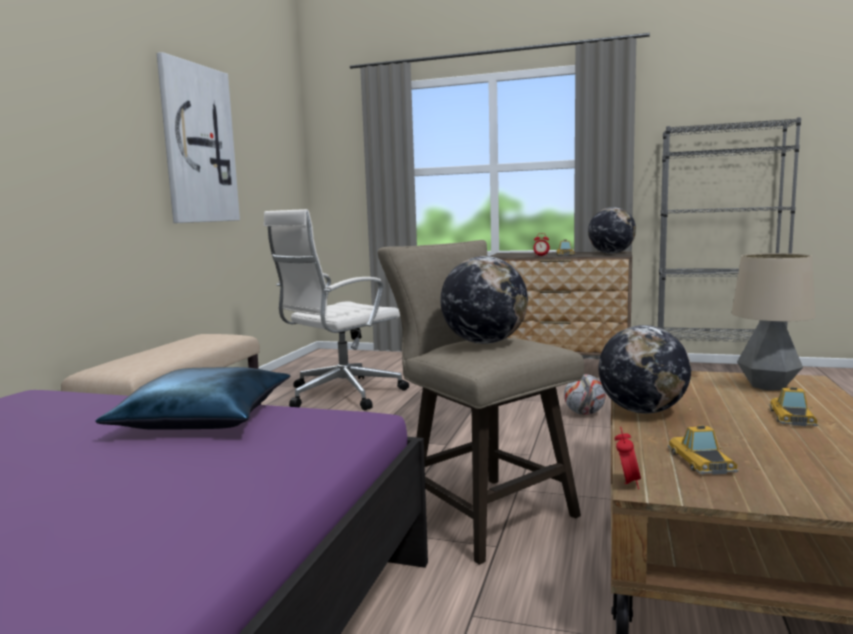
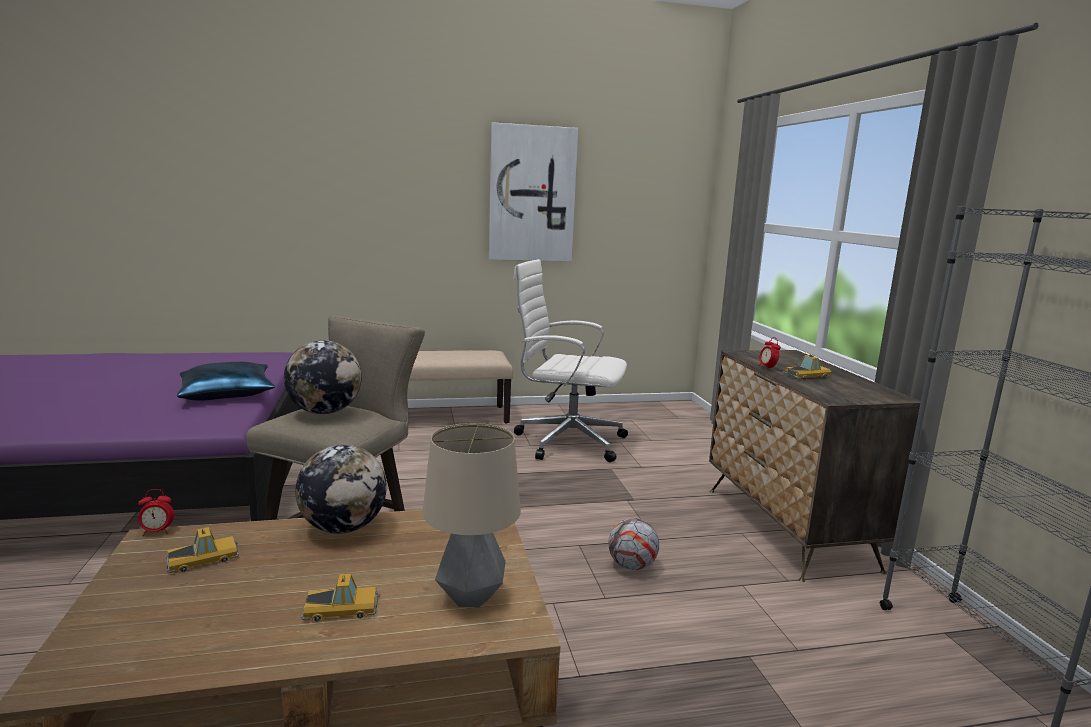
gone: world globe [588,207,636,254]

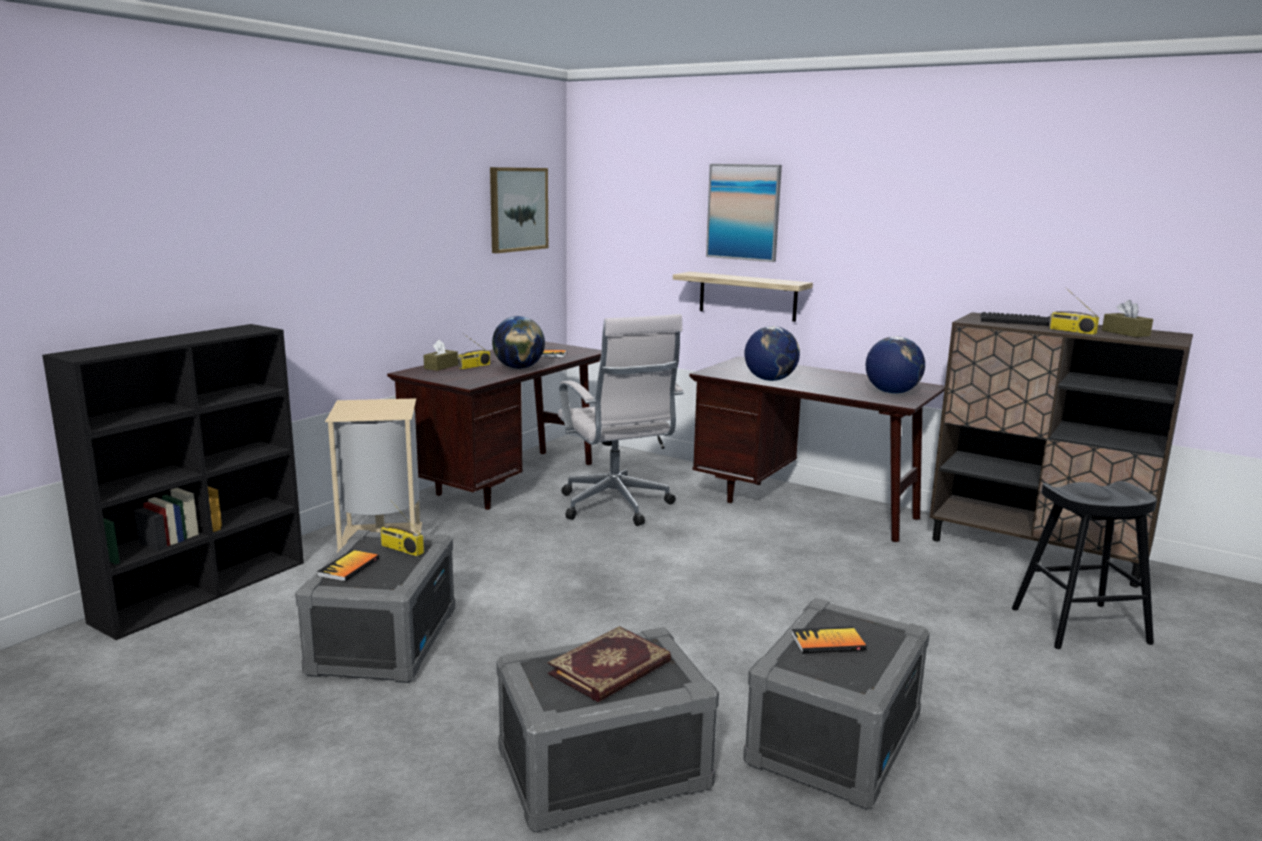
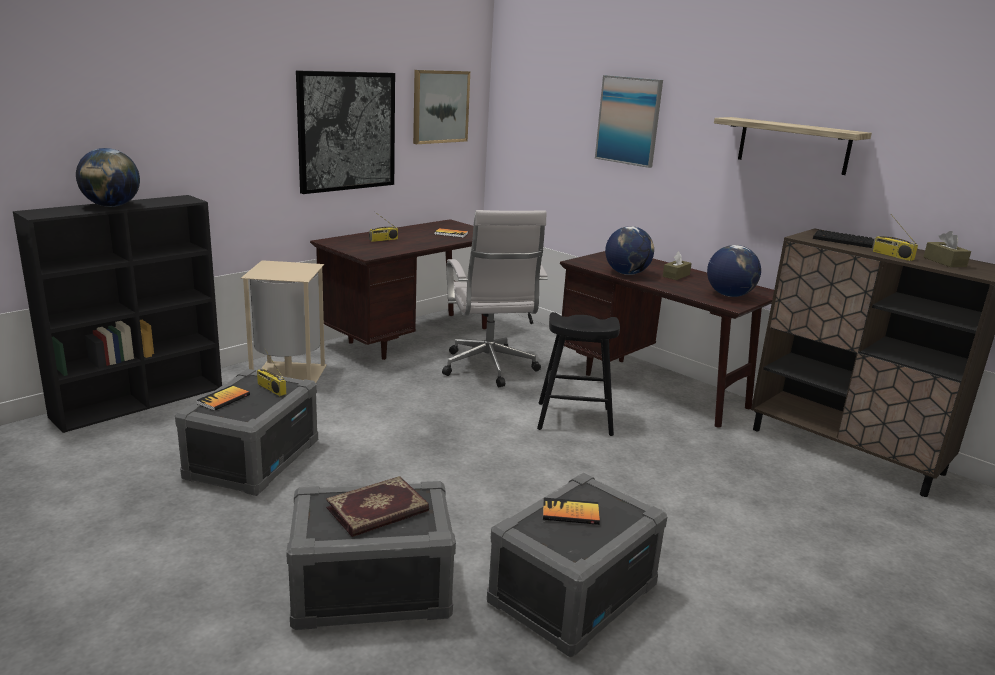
new: wall picture [296,70,395,194]
shifted: world globe [492,316,545,369] to [76,148,140,207]; black-coloured stool seat [1012,481,1157,649] to [537,312,620,436]; brown-coloured tissue holder [424,340,458,371] to [663,252,692,280]; shelf [673,272,813,322] to [714,117,872,175]

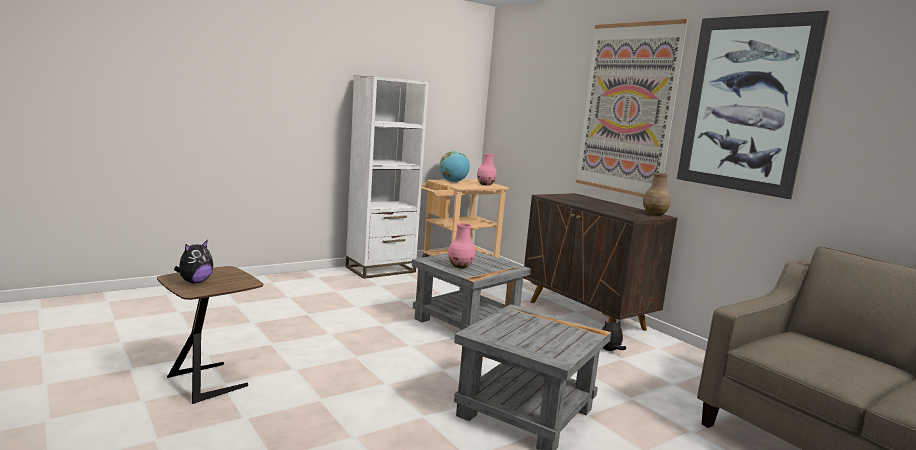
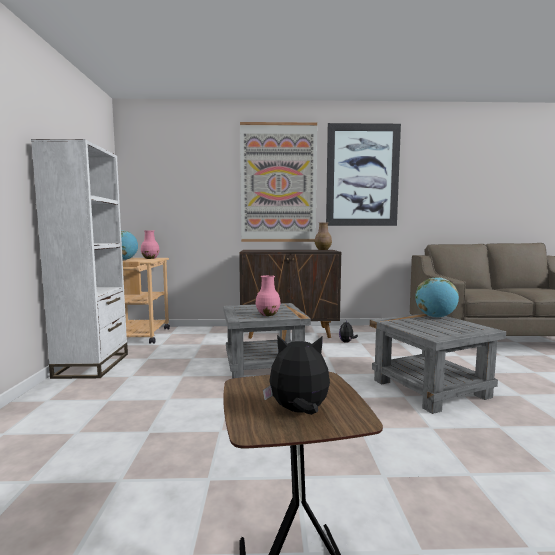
new: world globe [415,277,459,318]
rotated: cuddly toy [174,240,213,283] = [263,335,330,415] 60 degrees counterclockwise

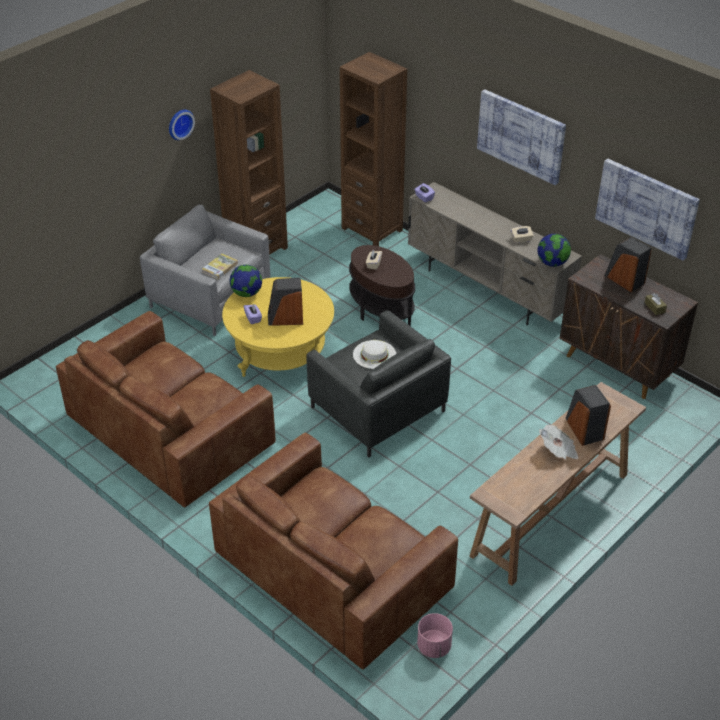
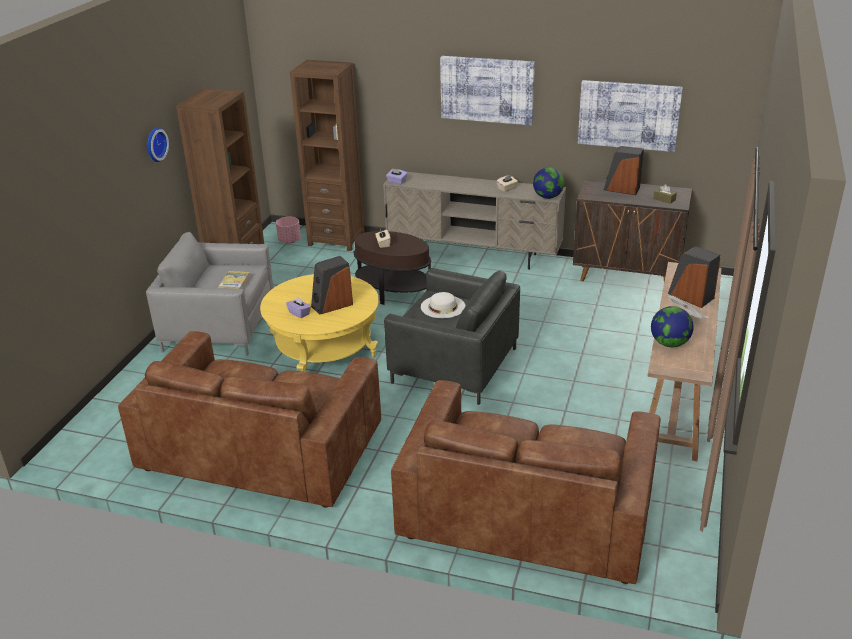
shifted: pink-coloured plant pot [417,613,453,658] to [276,217,301,244]; world globe [230,265,262,297] to [651,306,693,347]

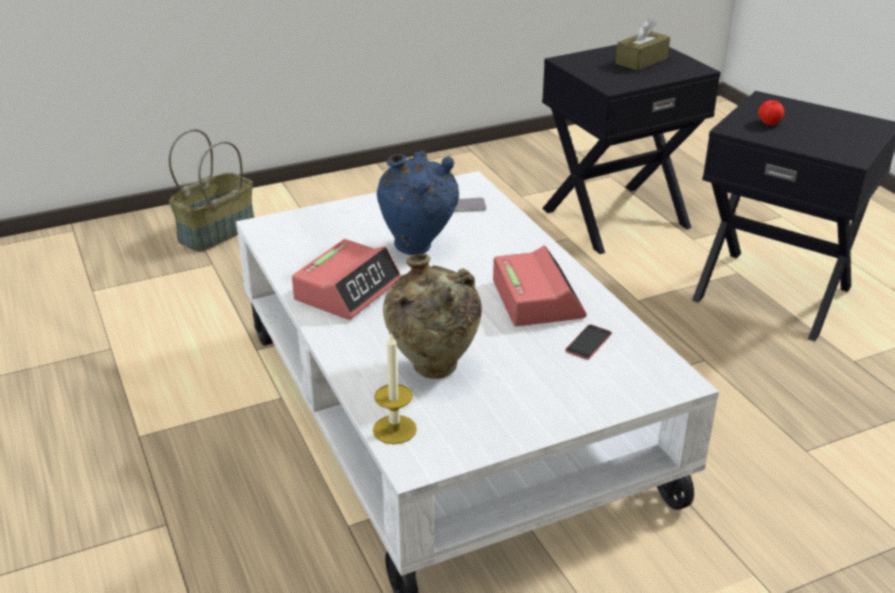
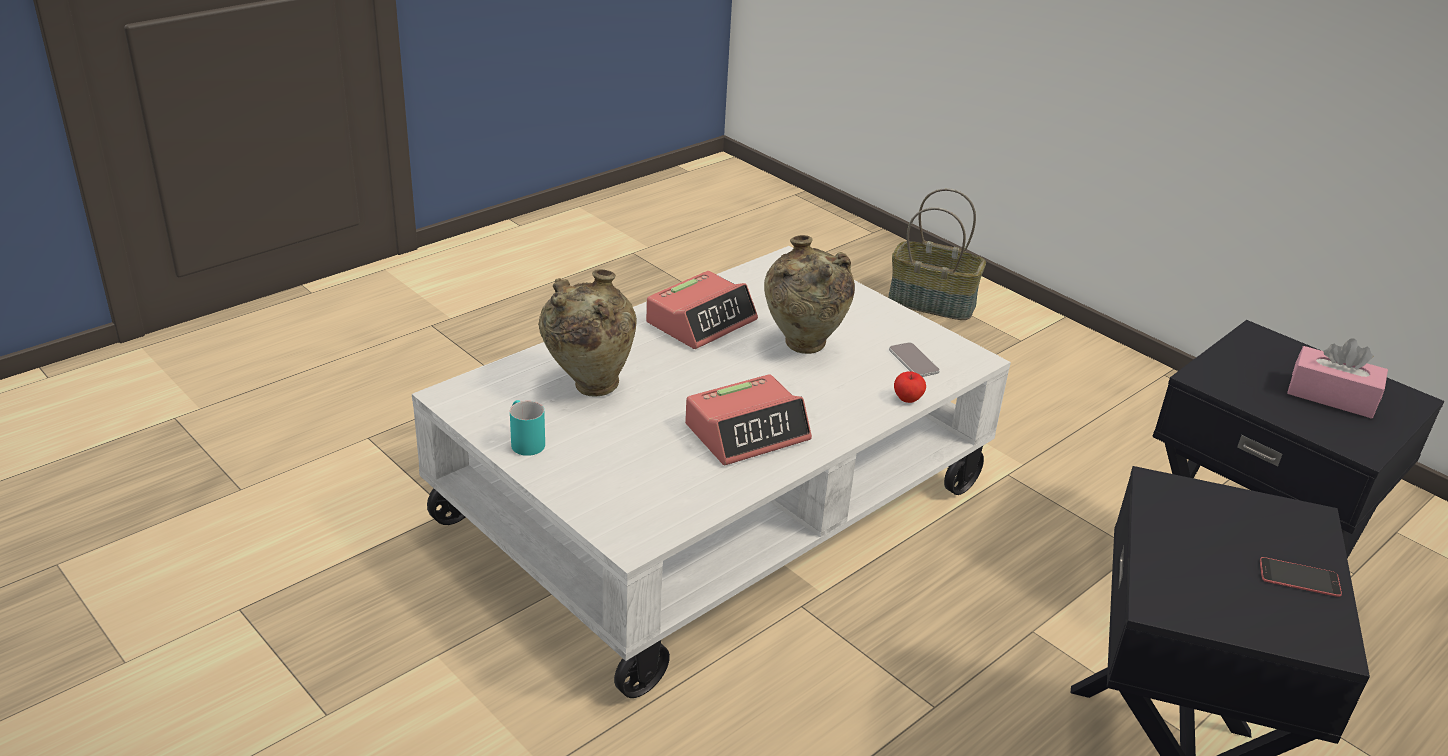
gone: wax candle [373,333,417,444]
new: blue-green mug [510,400,545,456]
shifted: apple [758,100,784,125] to [894,371,926,403]; handset [565,325,612,360] to [1260,557,1342,597]
repainted: bluish flower vase [377,150,459,255] to beige-coloured flower vase [764,235,855,354]; brown-coloured tissue holder [616,18,670,71] to pink-coloured tissue holder [1287,339,1388,418]
rotated: bedside clock [292,239,401,320] = [646,271,758,349] 60 degrees counterclockwise

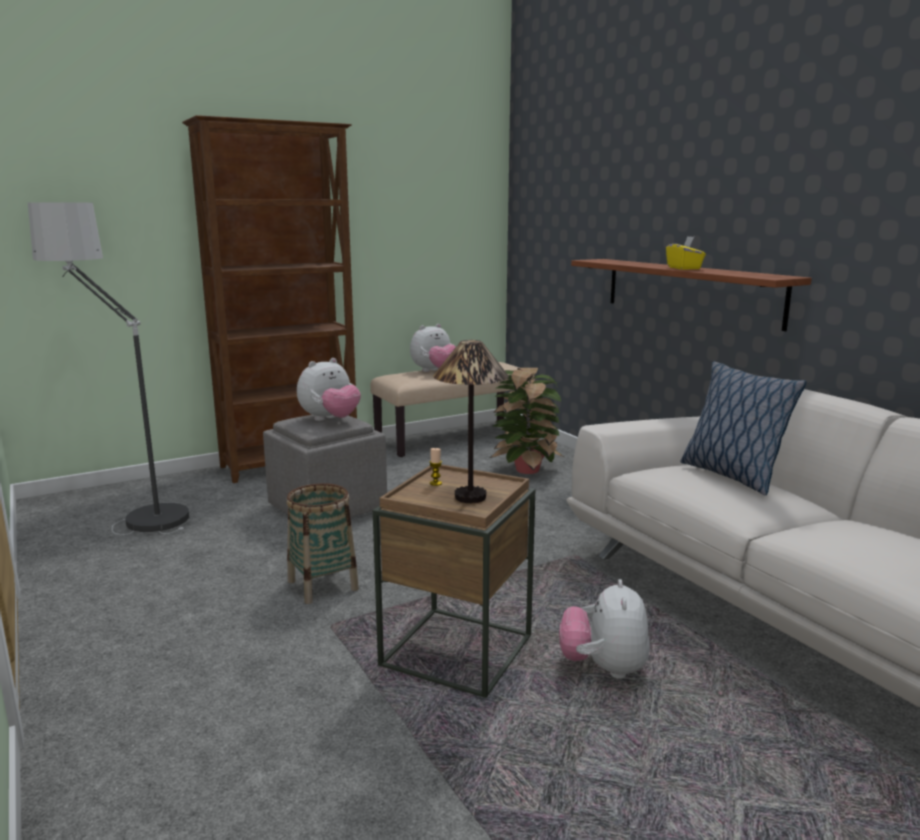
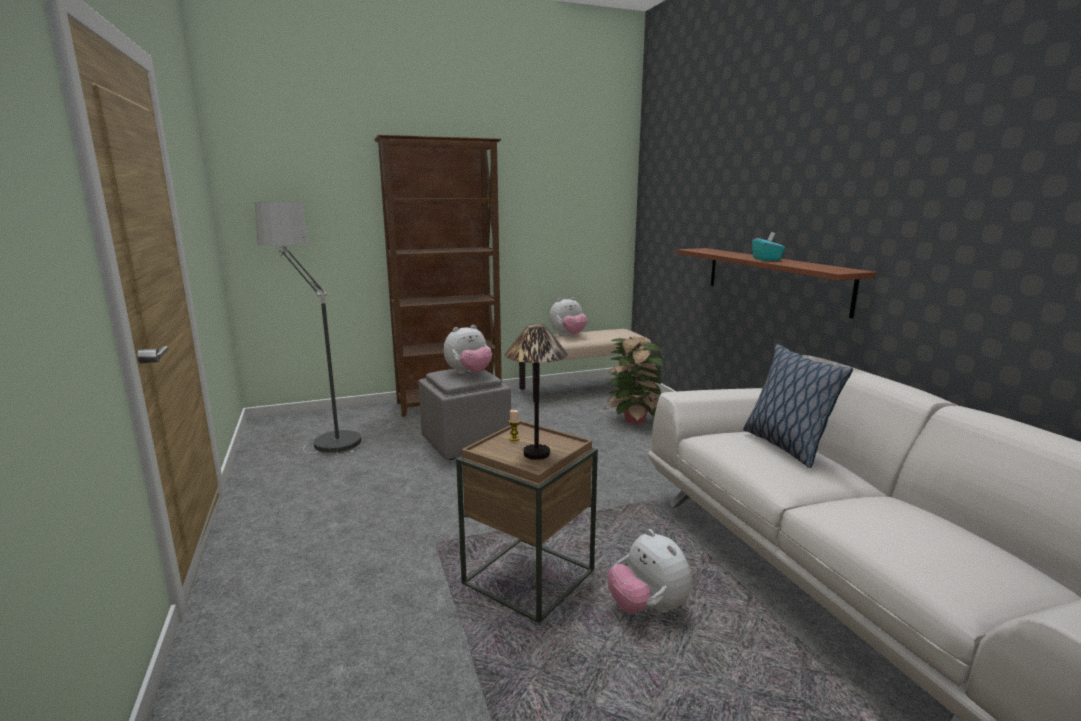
gone: storage basket [286,483,359,604]
repainted: yellowish tissue holder [666,237,706,269] to blue-green tissue holder [752,232,785,261]
rotated: cuddly toy [559,579,650,678] = [608,529,691,614] 45 degrees counterclockwise

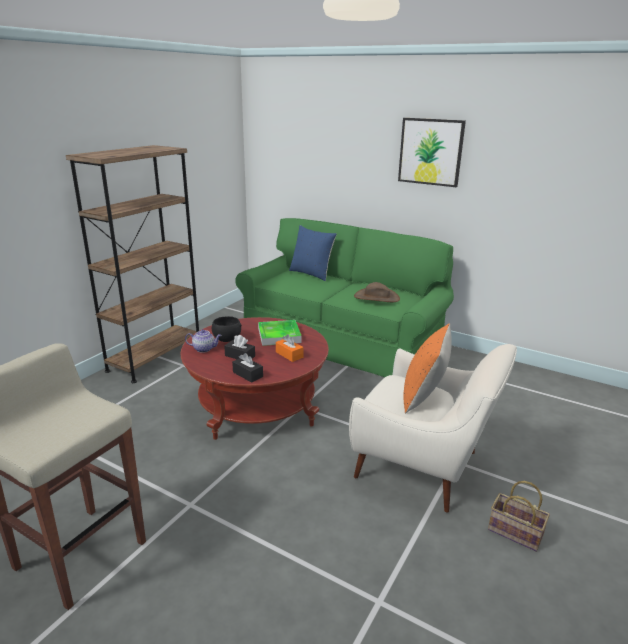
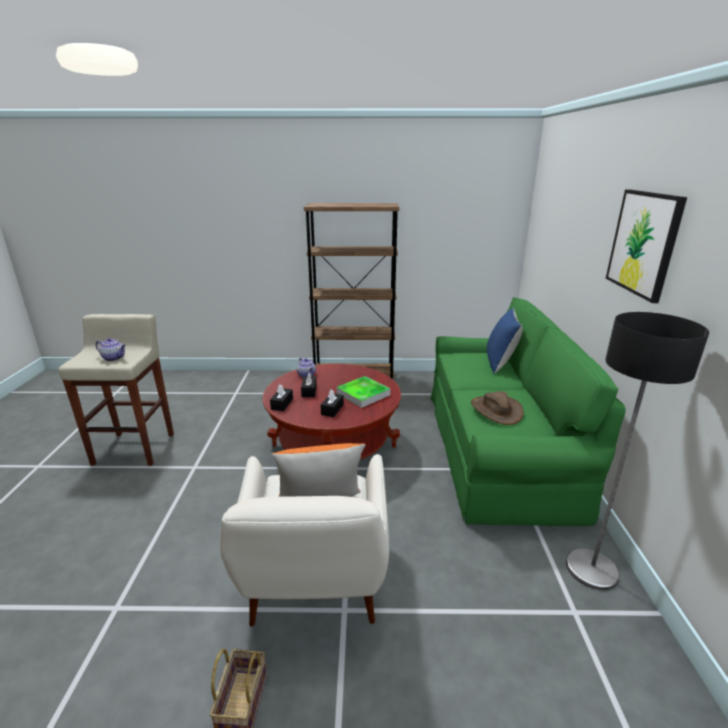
gone: black-coloured deep dish [212,316,242,342]
new: teapot [95,338,126,361]; standard lamp [566,312,709,590]
repainted: orange-coloured tissue holder [276,334,303,362] to black-coloured tissue holder [321,390,344,417]

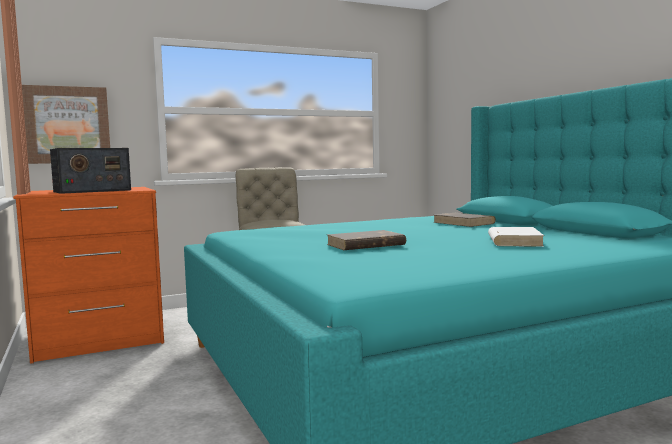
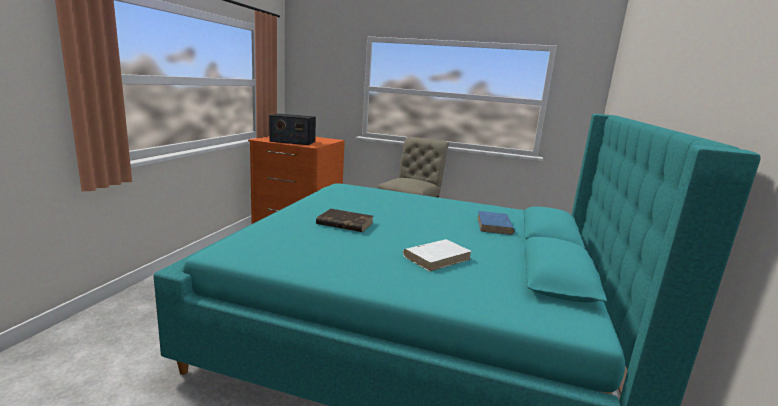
gone: wall picture [22,85,110,164]
repainted: brown-coloured bound book [433,213,496,227] to bluish bound book [477,211,515,235]

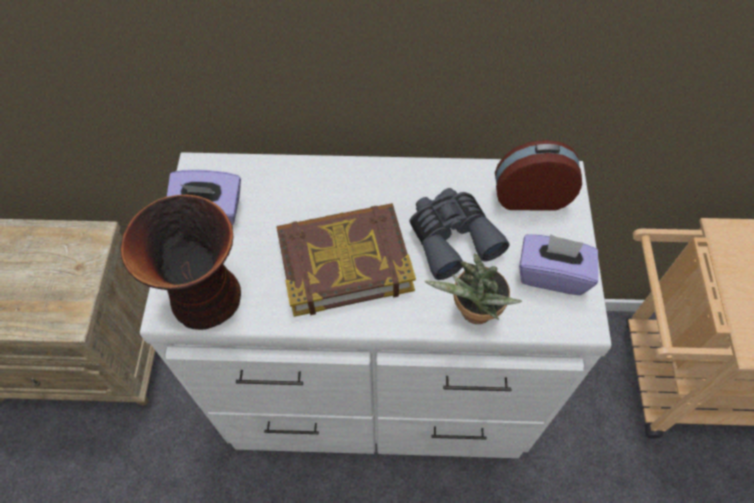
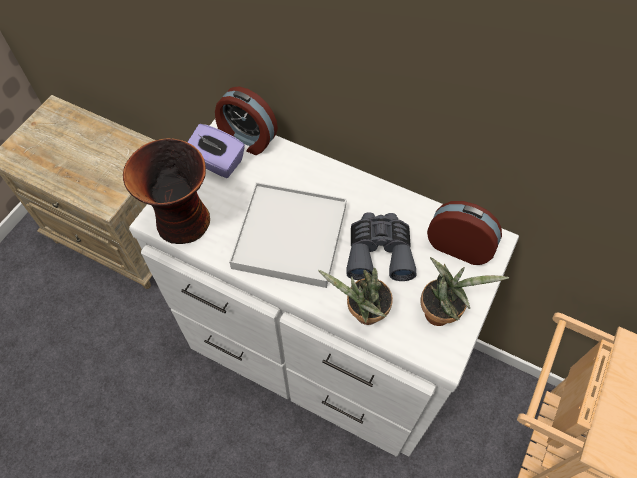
new: bedside clock [215,86,278,155]
swapped: bound book [276,203,416,317] to white-coloured tray [229,182,347,288]; purple-coloured tissue holder [519,234,598,295] to houseplant [420,257,509,326]

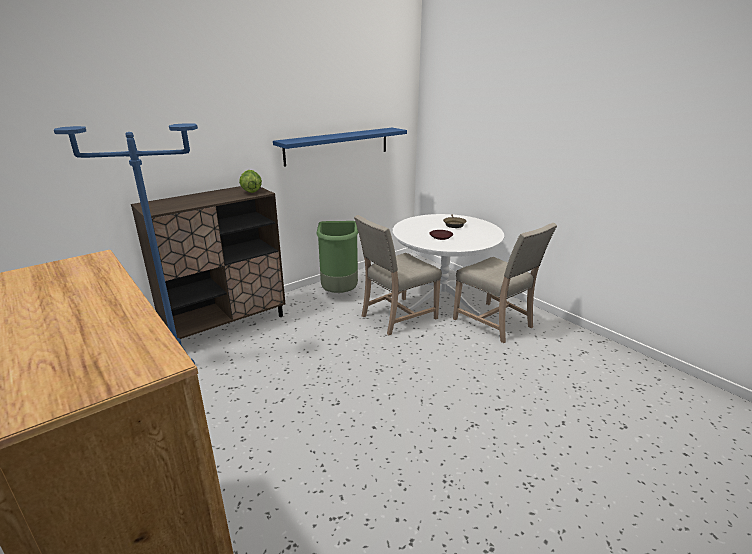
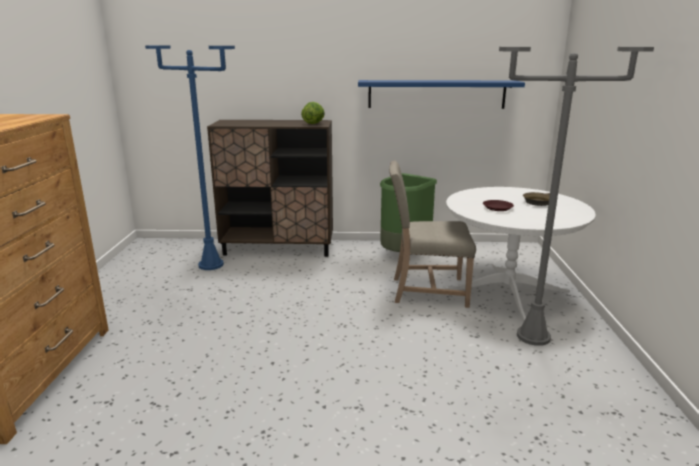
swapped: beige-coloured plain chair [453,223,557,343] to grey standard lamp [499,47,654,346]

